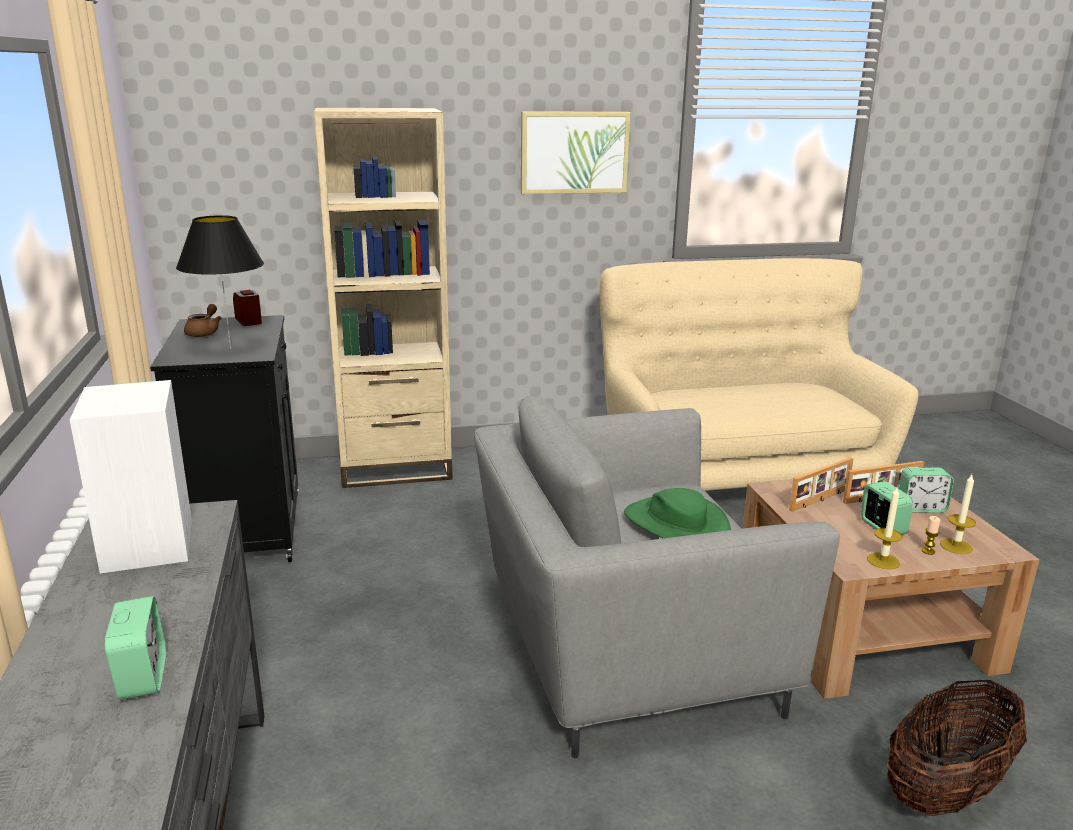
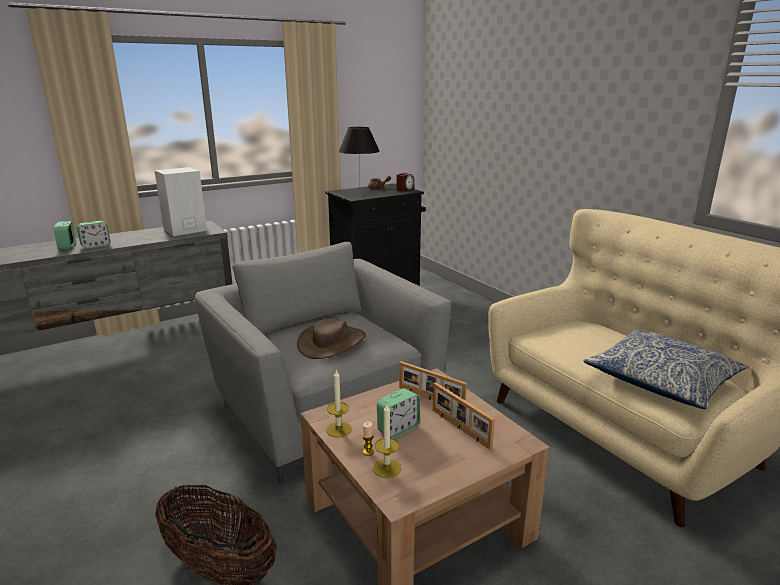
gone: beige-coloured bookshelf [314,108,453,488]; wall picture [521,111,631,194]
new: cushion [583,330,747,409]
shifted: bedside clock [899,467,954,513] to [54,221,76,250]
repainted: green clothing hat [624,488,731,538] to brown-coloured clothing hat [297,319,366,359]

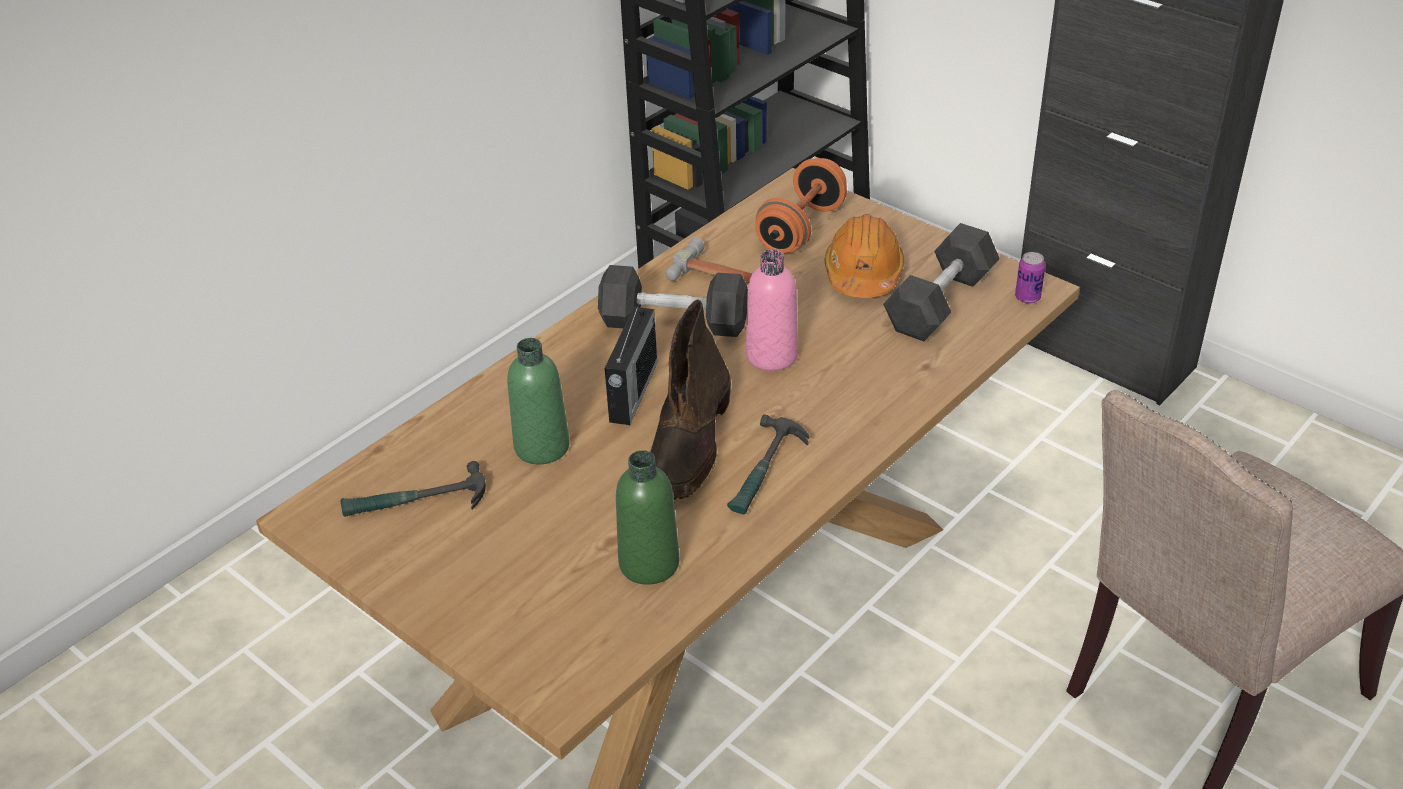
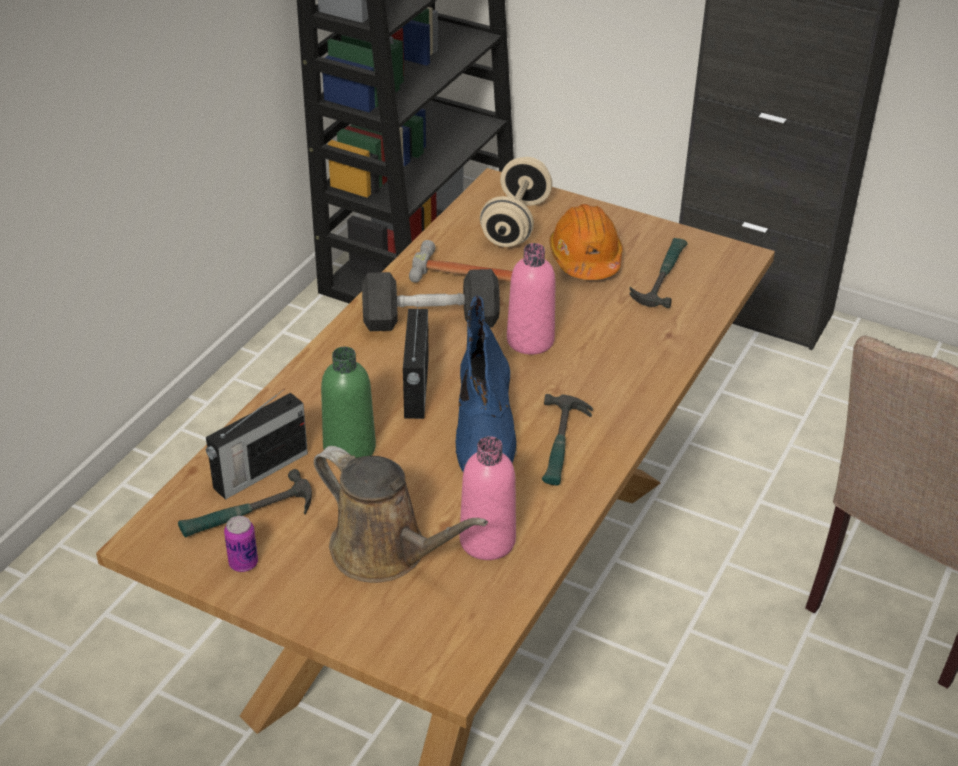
new: radio set [206,389,308,500]; brown-coloured watering can [314,446,488,583]
shifted: sealed can [1015,252,1046,304] to [224,516,258,572]
swapped: black-coloured free weight [883,223,1000,341] to tool hammer [630,238,687,308]
repainted: brown-coloured boot [650,300,731,500] to bluish boot [456,295,517,472]; green bottle [616,450,679,585] to pink-coloured bottle [460,436,516,560]; orange-coloured free weight [755,158,847,253] to beige-coloured free weight [480,157,552,247]

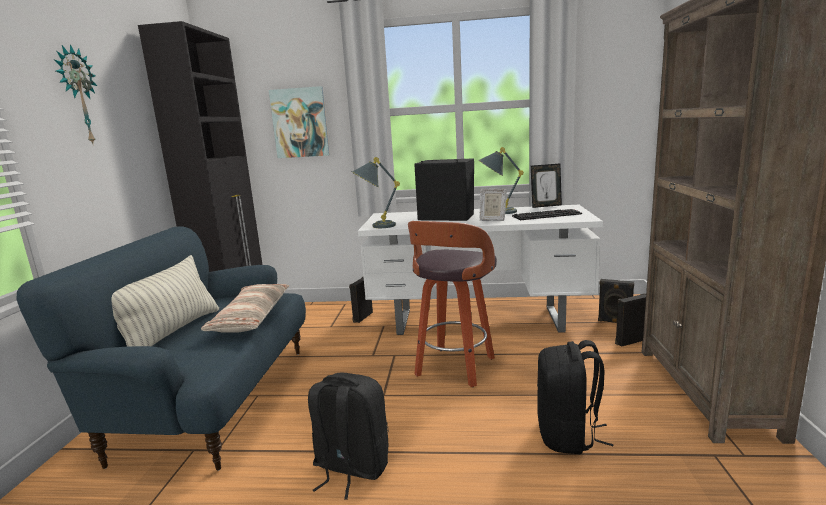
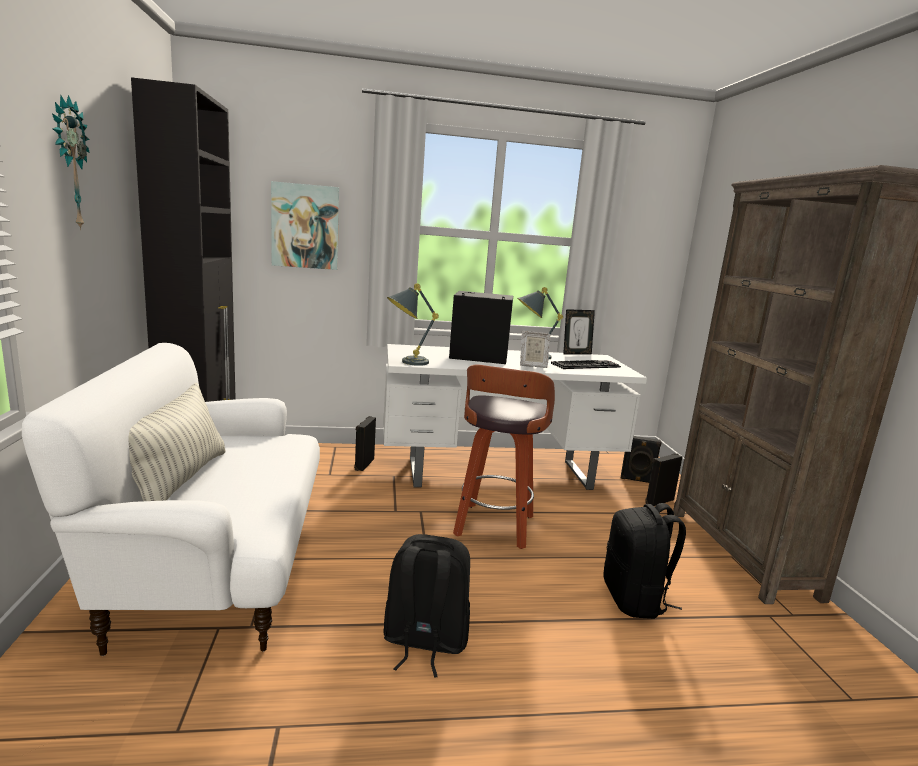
gone: cushion [201,284,289,333]
repainted: bluish sofa [16,226,306,471] to white-coloured sofa [22,343,320,656]

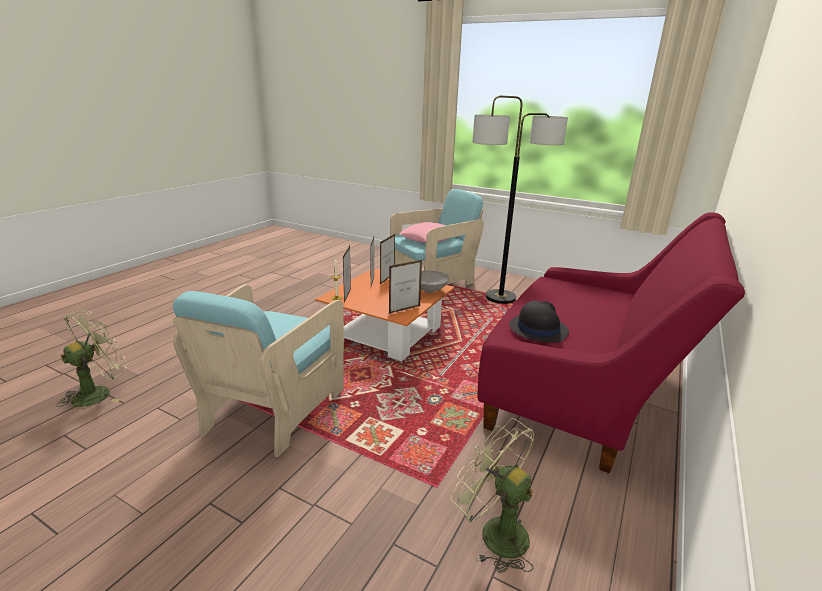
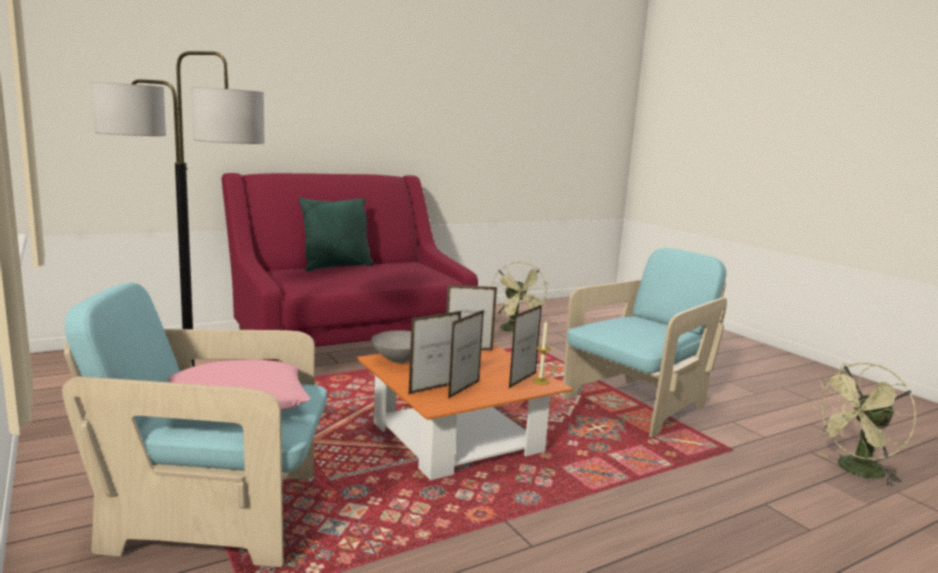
gone: black-coloured clothing hat [509,300,569,343]
new: green cushion [299,197,374,271]

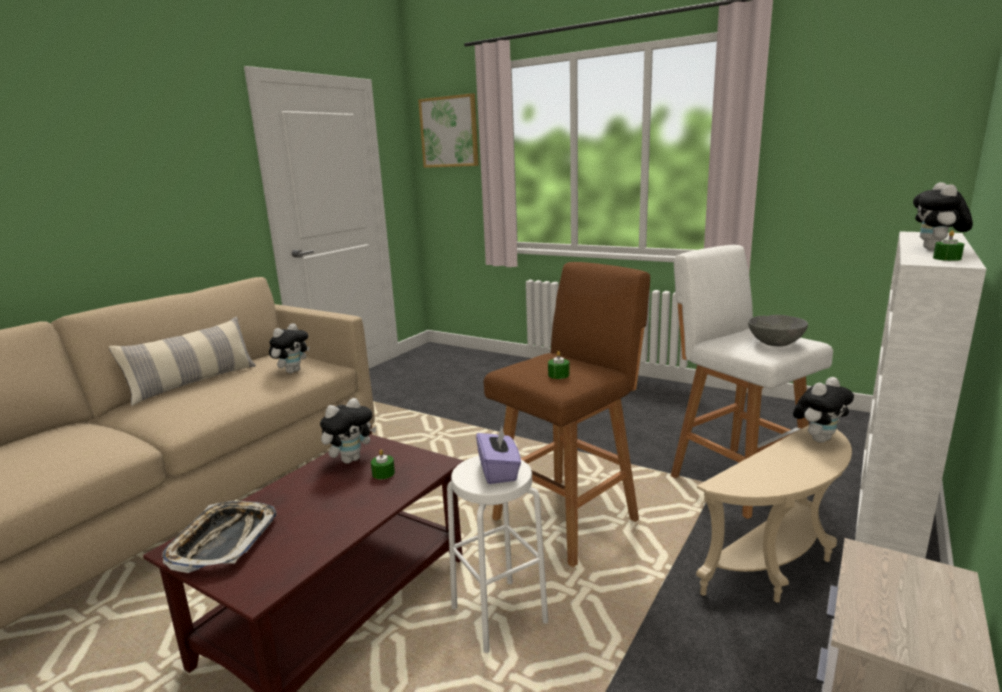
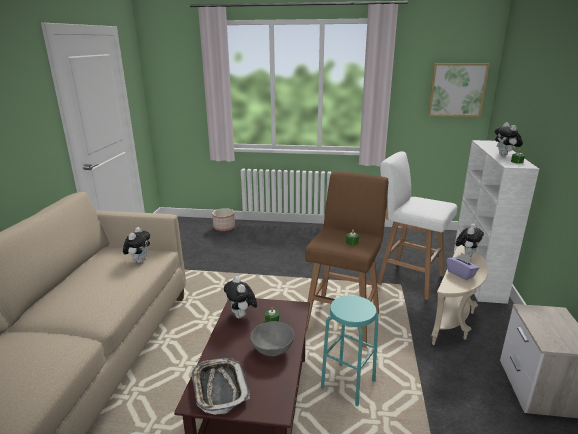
gone: cushion [108,316,256,406]
new: plant pot [212,208,235,231]
shifted: grey deep dish [748,315,808,347] to [251,321,294,356]; wall picture [418,93,479,168] to [428,63,490,117]; purple-coloured tissue holder [476,426,521,484] to [447,252,479,280]
repainted: white-coloured stool seat [447,456,548,653] to blue-green stool seat [321,295,379,406]
rotated: cuddly toy [320,398,376,464] = [224,276,257,319] 135 degrees clockwise

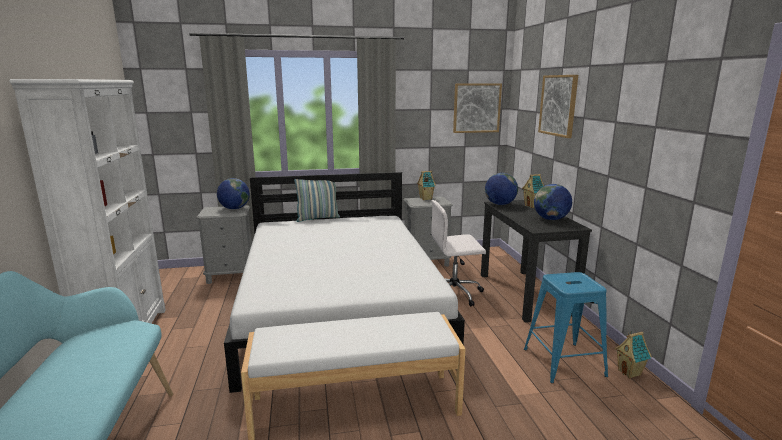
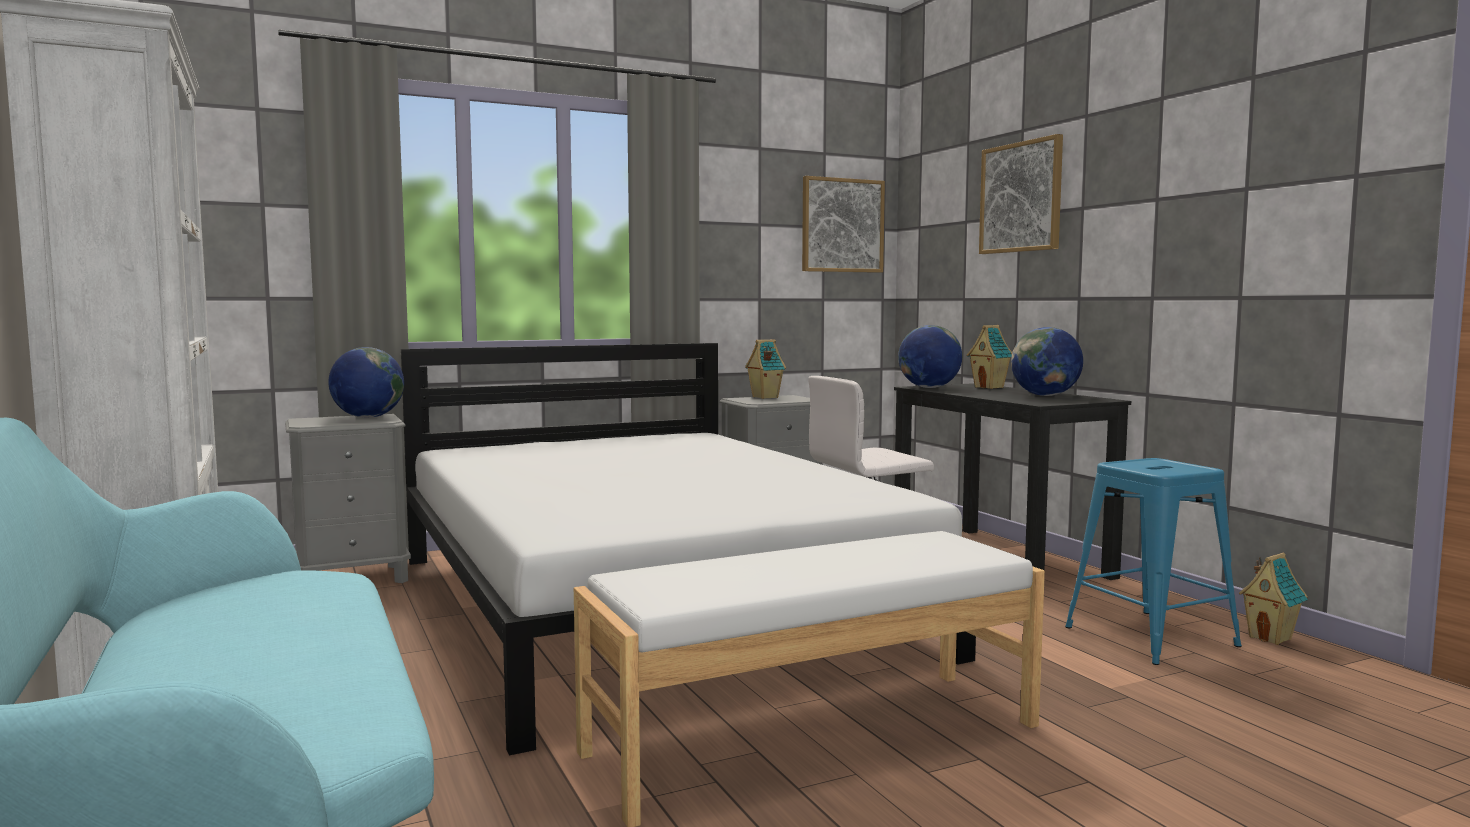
gone: cushion [294,179,340,222]

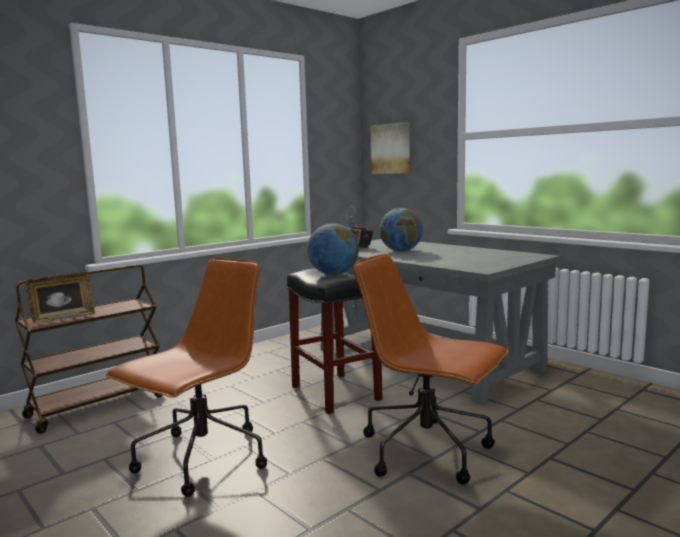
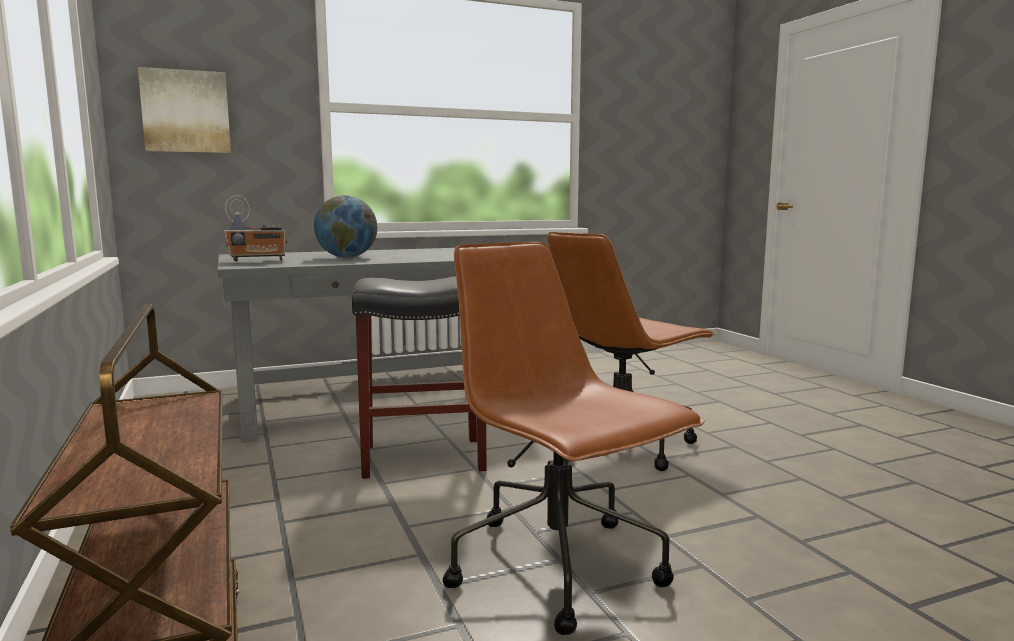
gone: picture frame [26,272,95,323]; world globe [307,223,359,275]

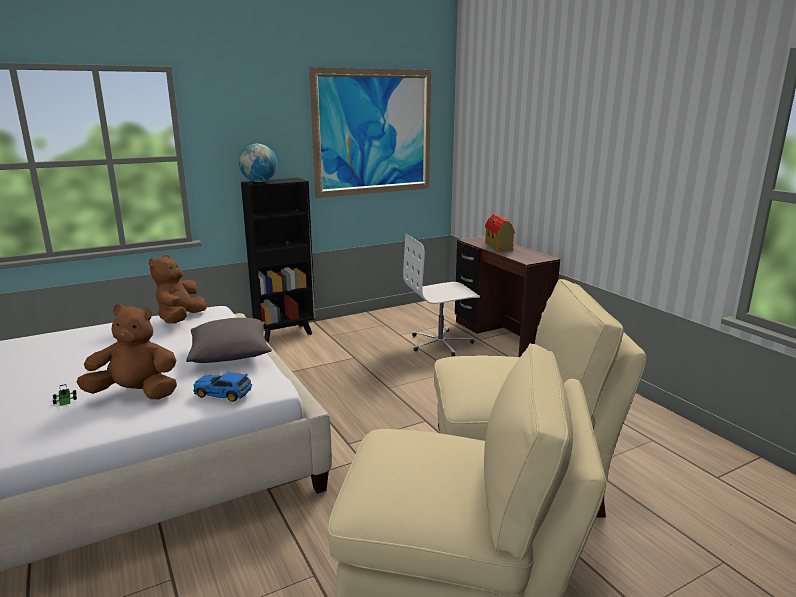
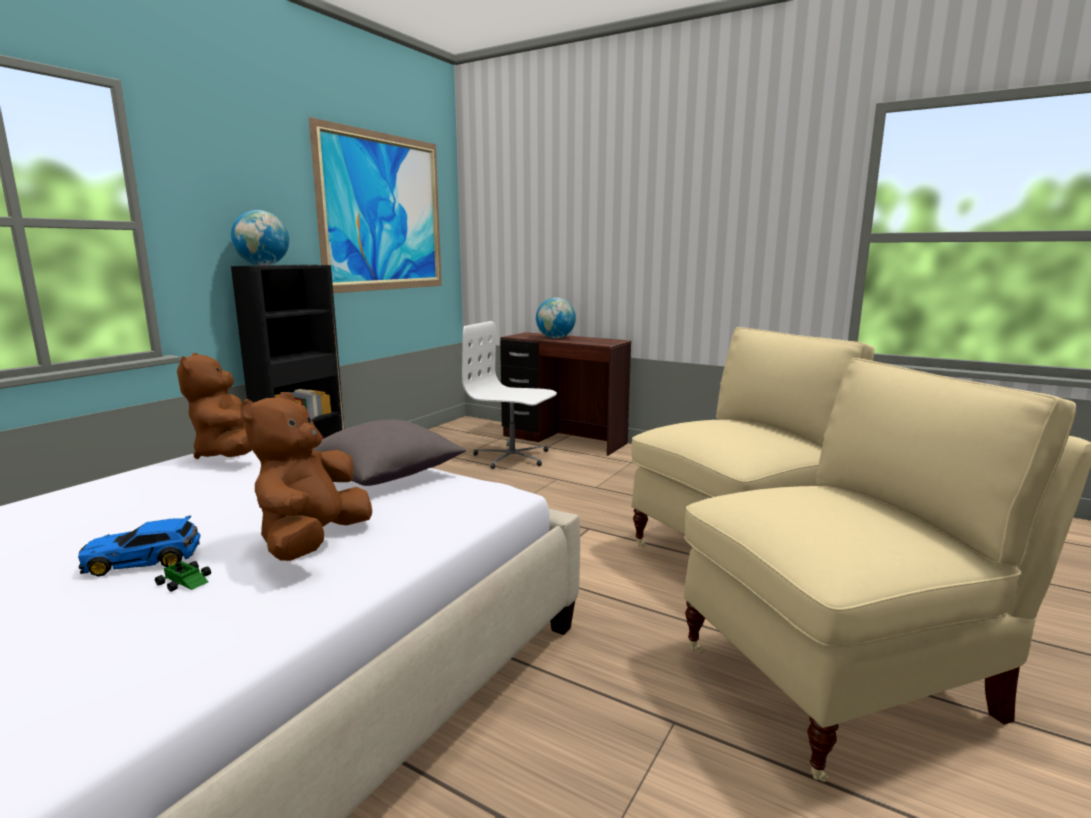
shifted: model car [193,373,252,402] to [78,516,200,577]
swapped: toy house [485,214,515,251] to world globe [536,298,576,338]
rotated: brown-coloured cuddly toy [76,304,177,399] = [240,392,372,561] 45 degrees counterclockwise; white-coloured desk chair [403,234,480,356] = [462,321,557,469] 75 degrees clockwise

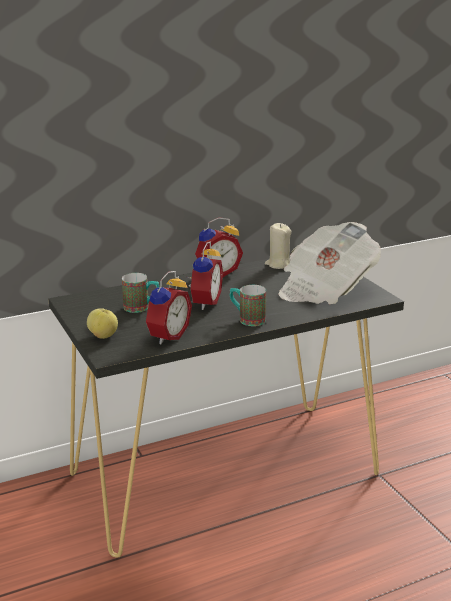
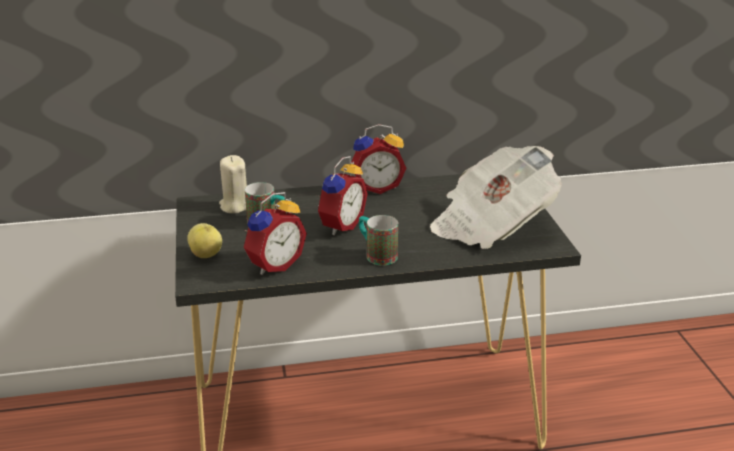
shifted: beige-coloured wax candle [265,223,292,269] to [219,155,247,213]

